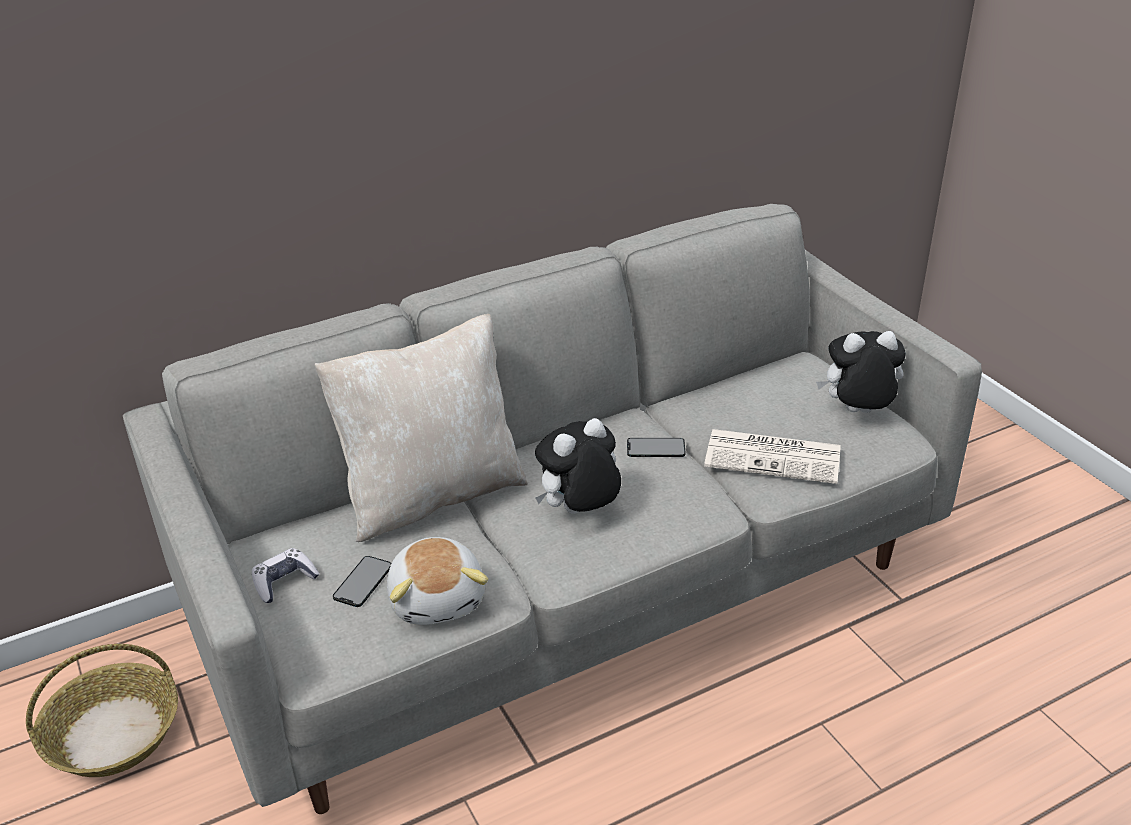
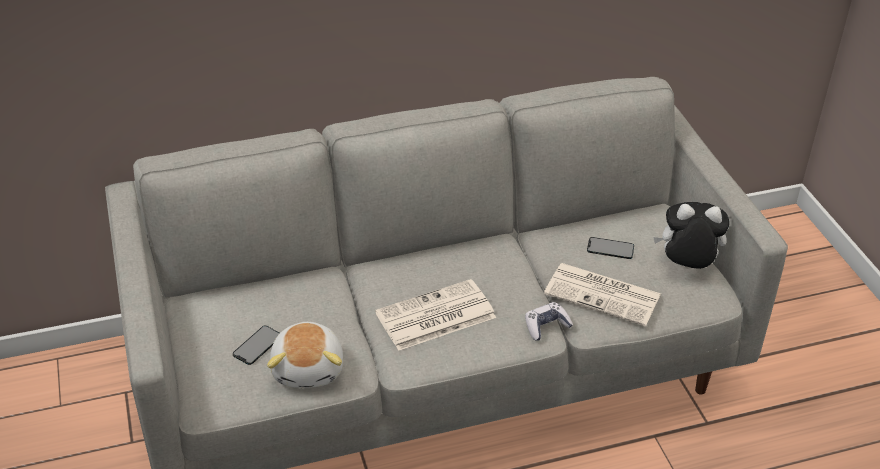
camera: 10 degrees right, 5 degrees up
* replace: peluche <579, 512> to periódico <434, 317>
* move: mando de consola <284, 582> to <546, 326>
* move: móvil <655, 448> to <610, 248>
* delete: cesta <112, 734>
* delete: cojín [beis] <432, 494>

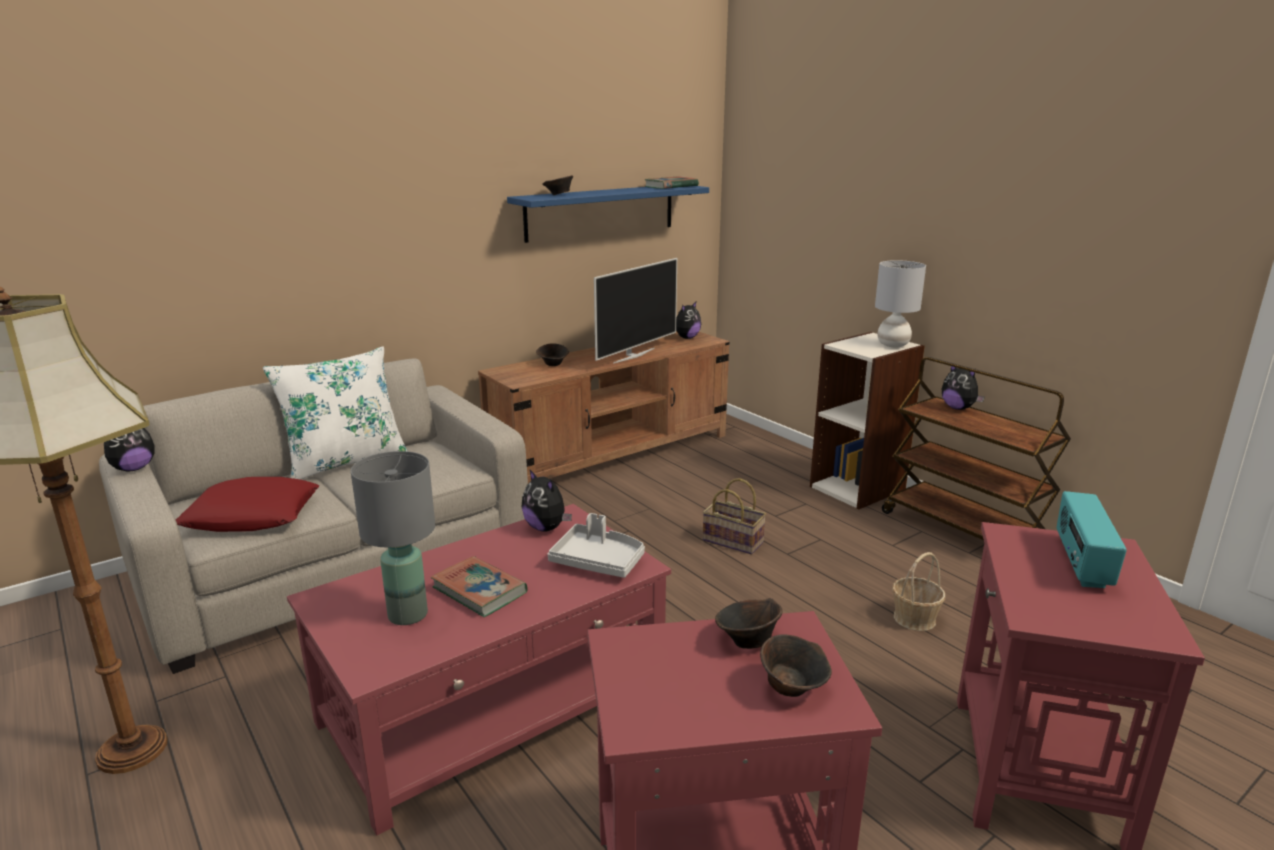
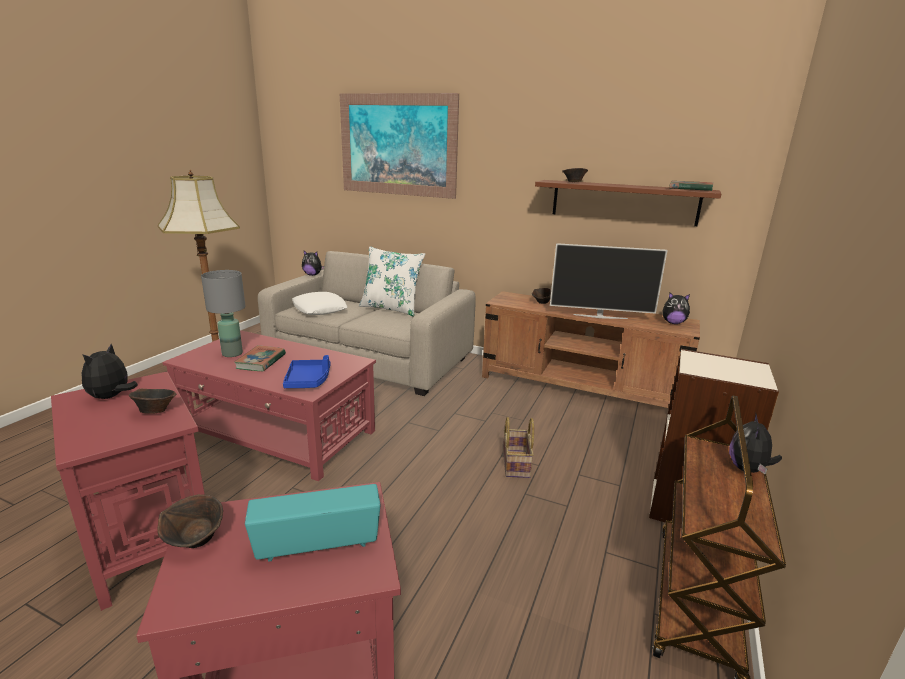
camera: 60 degrees right, 0 degrees up
* move: peluche <546, 528> to <111, 397>
* move: cuenco [marrón] <792, 688> to <196, 541>
* recolor: bandeja [gris] <598, 561> to bandeja [azul] <308, 380>
* recolor: cojín [rojo] <251, 515> to cojín [blanco] <319, 309>
* insert: cuadro <397, 145>
* recolor: estante [azul] <601, 212> to estante [marrón] <624, 202>
* delete: lámpara de mesa [gris] <893, 345>
* delete: cesta <914, 618>

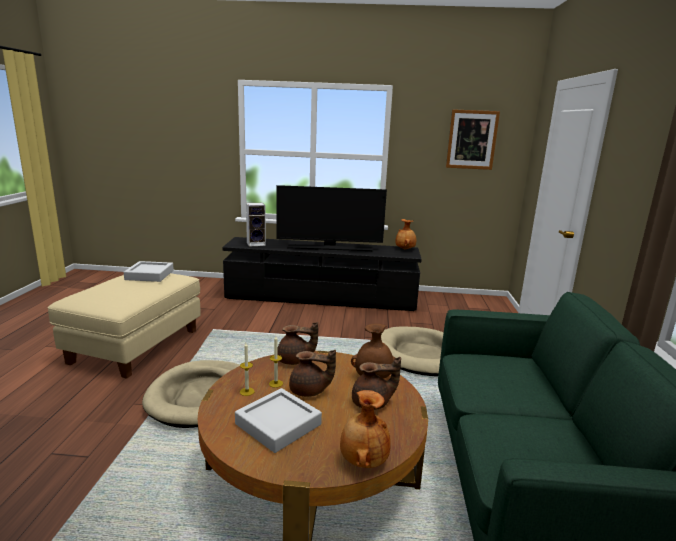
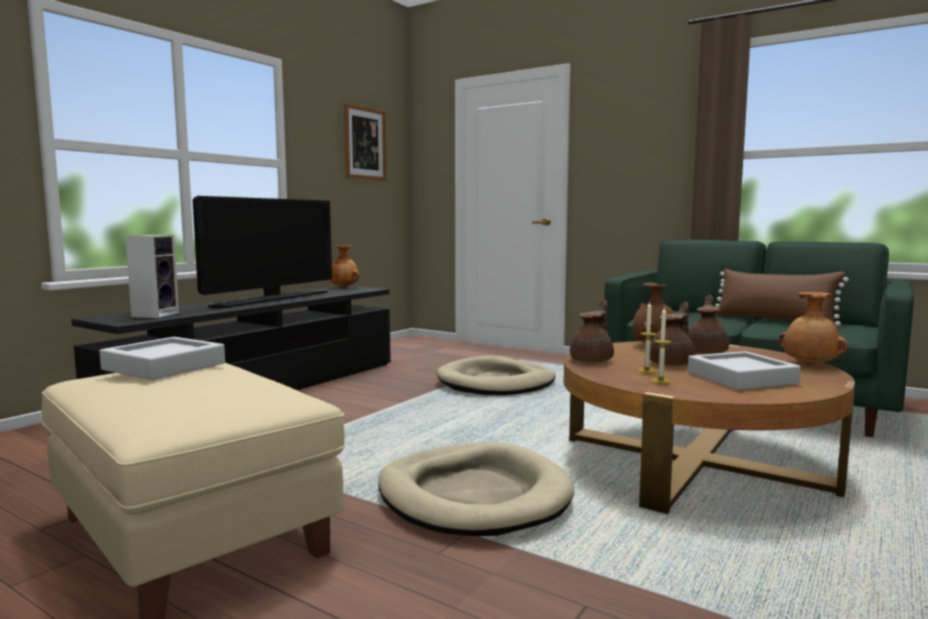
camera: 60 degrees left, 10 degrees down
* insert: cojín [marrón] <774, 320>

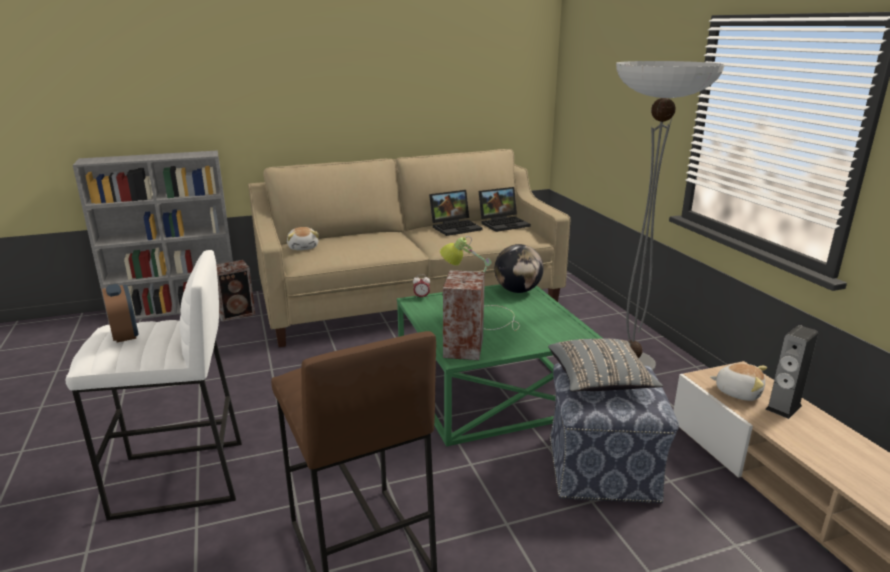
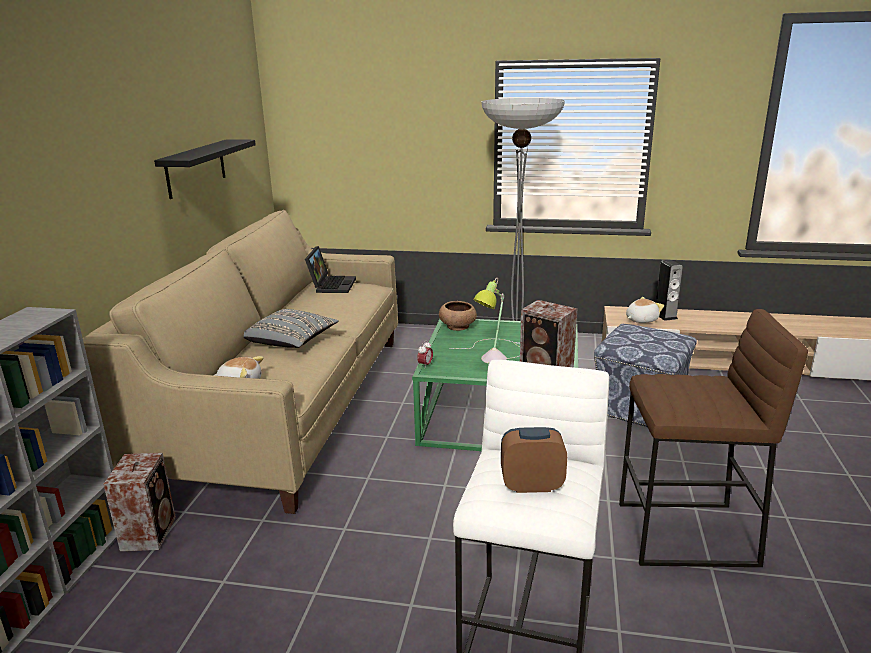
camera: 60 degrees left, 0 degrees up
* insert: estante [negro] <196, 168>
* move: cojín [gris] <599, 381> to <291, 342>
* replace: globo terráqueo <517, 291> to cuenco [marrón] <458, 326>
* delete: portátil <456, 227>

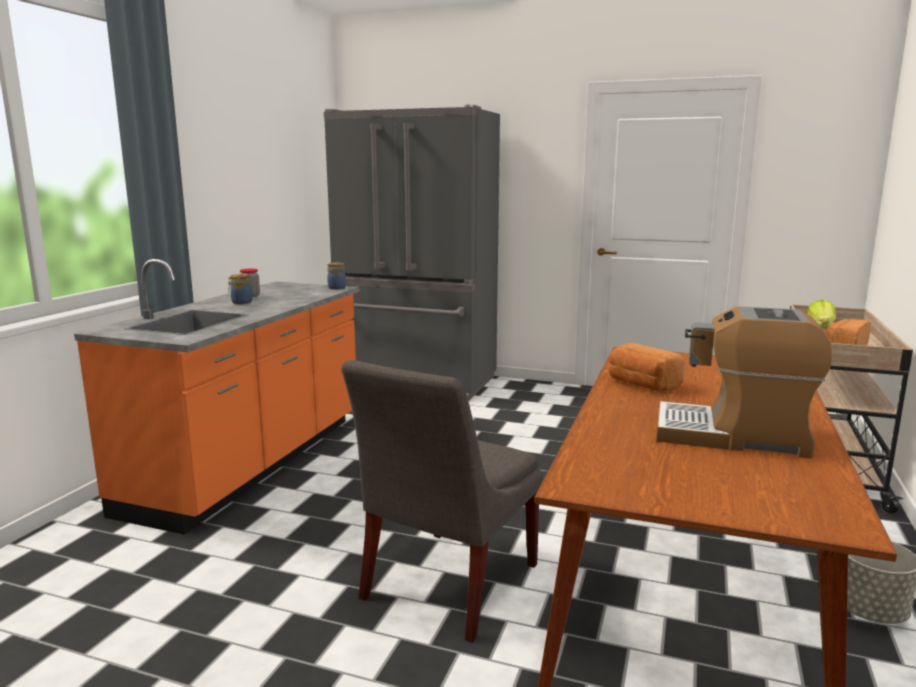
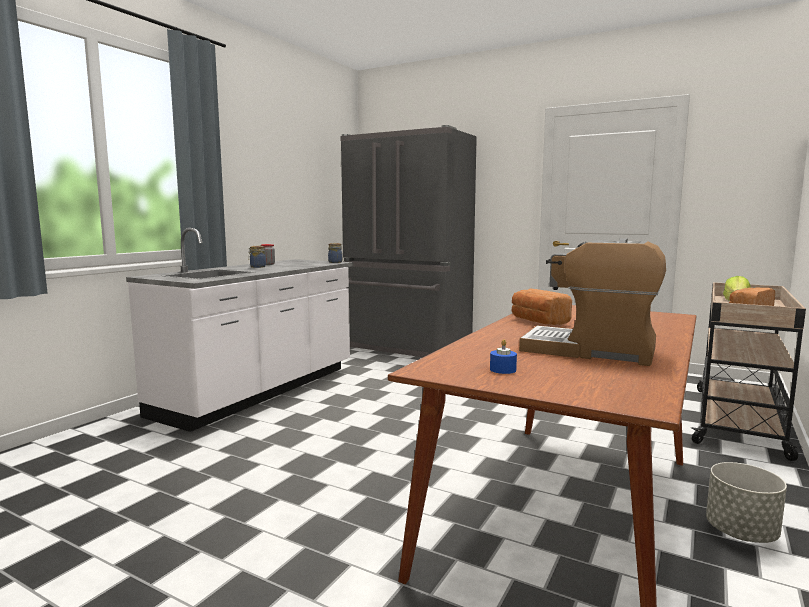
camera: 10 degrees right, 5 degrees down
* recolor: mueble bajo de cocina [naranja] <253, 463> to mueble bajo de cocina [blanco] <260, 391>
* insert: vela [azul] <503, 370>
* delete: silla [gris] <445, 585>

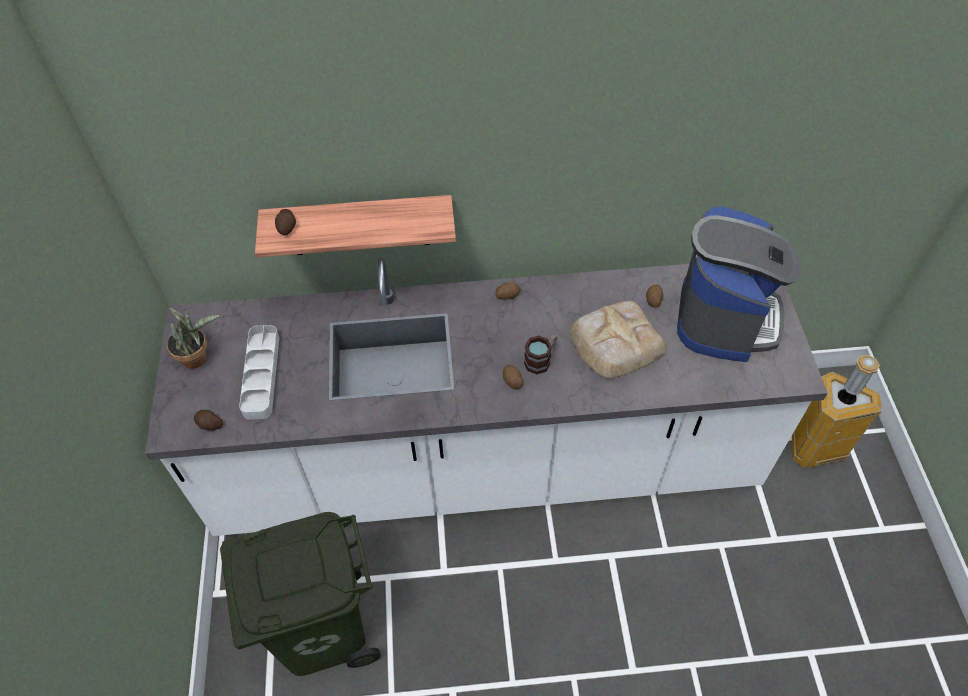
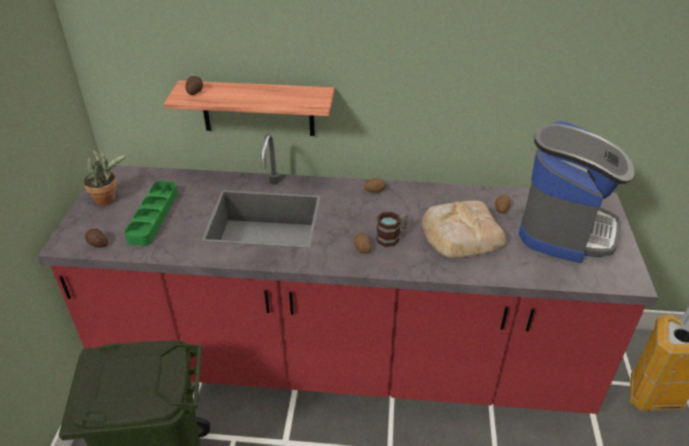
camera: 10 degrees right, 15 degrees down
* recolor: mueble bajo de cocina [blanco] <486, 463> to mueble bajo de cocina [rojo] <344, 360>
* recolor: bandeja [gris] <261, 374> to bandeja [verde] <153, 216>

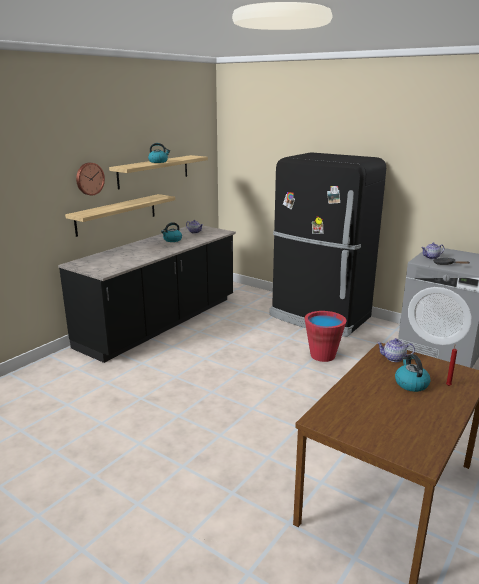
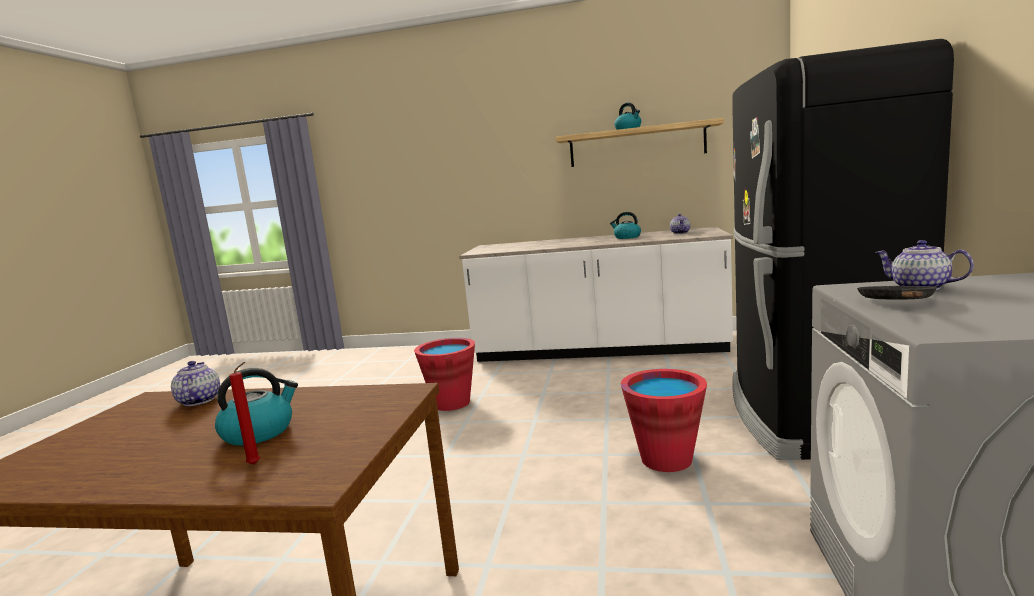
camera: 65 degrees right, 10 degrees down
* move: tetera <393, 358> to <198, 400>
* insert: cubo [rojo] <452, 403>
* recolor: mueble bajo de cocina [negro] <161, 322> to mueble bajo de cocina [blanco] <599, 349>
* delete: estante <116, 214>
* delete: reloj de pared <89, 178>

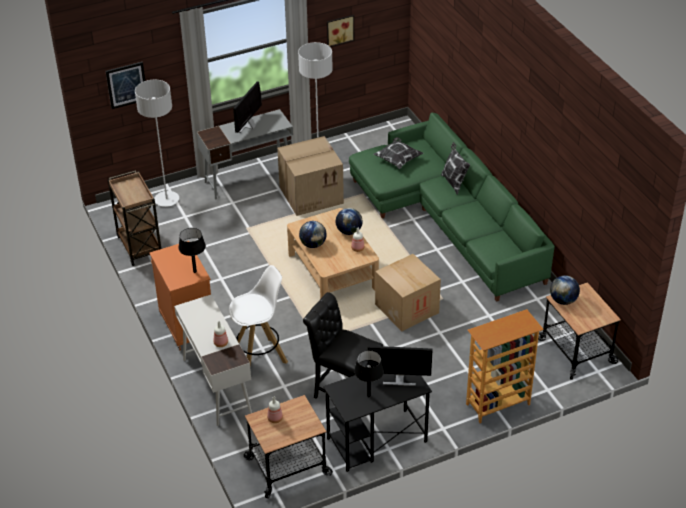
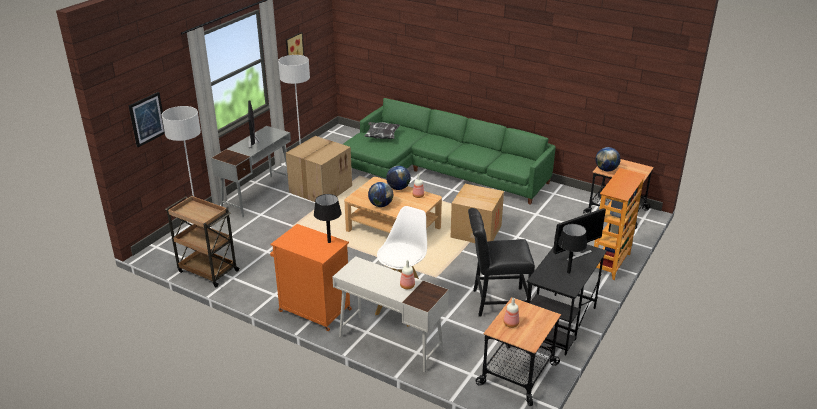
camera: 35 degrees left, 10 degrees down
* delete: cojín <454, 182>

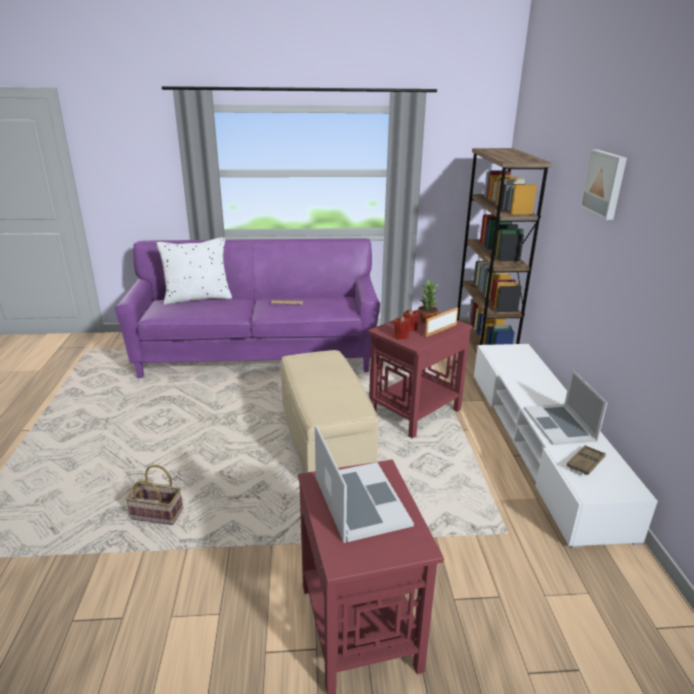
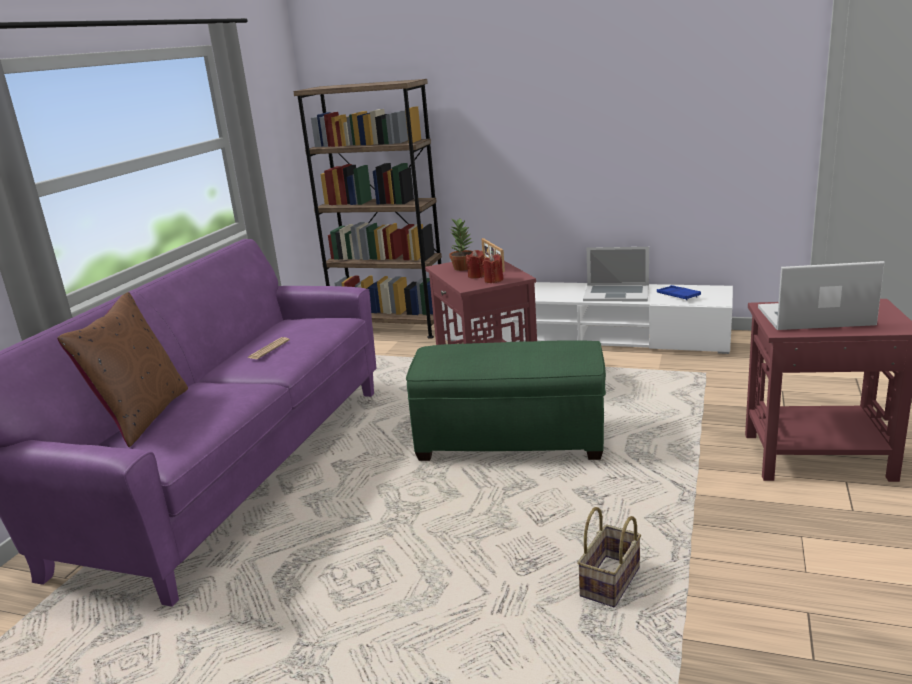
camera: 65 degrees left, 5 degrees down
* recolor: cojín [blanco] <197, 298> to cojín [marrón] <142, 416>
* recolor: puf [beis] <326, 441> to puf [verde] <511, 440>
* recolor: bandeja [marrón] <585, 463> to bandeja [azul] <678, 296>
* delete: cuadro <605, 183>

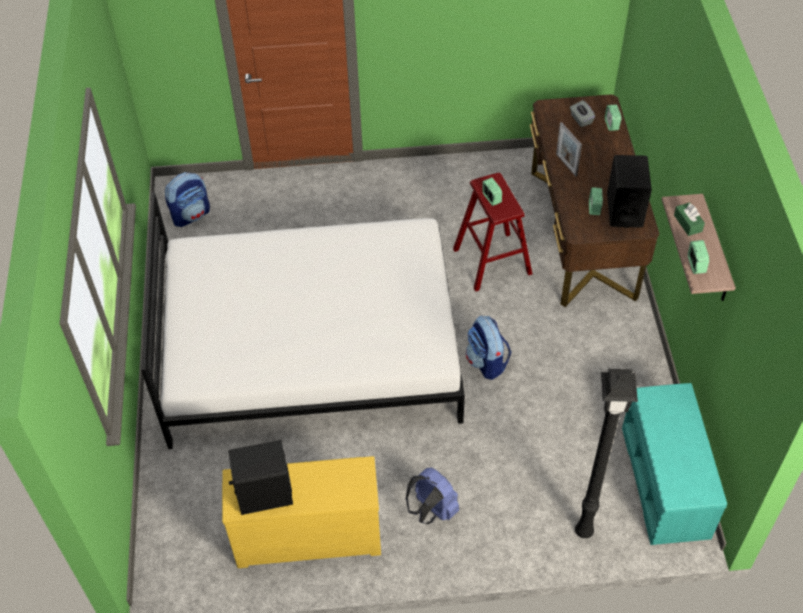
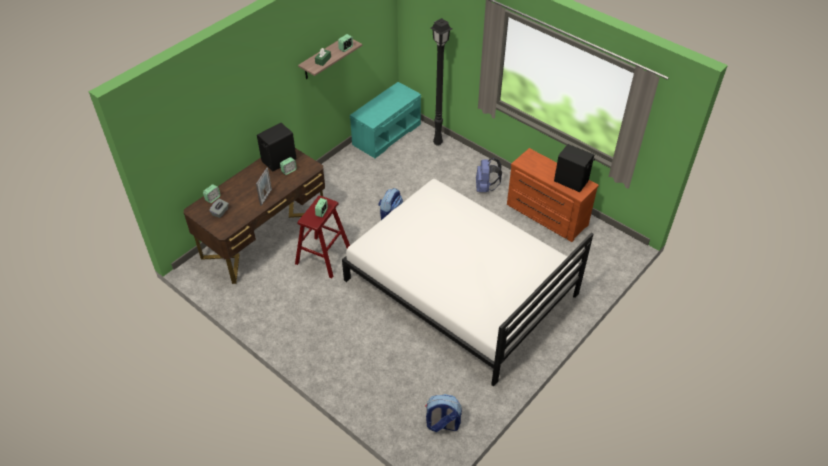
camera: 135 degrees left, 5 degrees down
* recolor: cómoda [amarillo] <308, 533> to cómoda [marrón] <545, 216>

